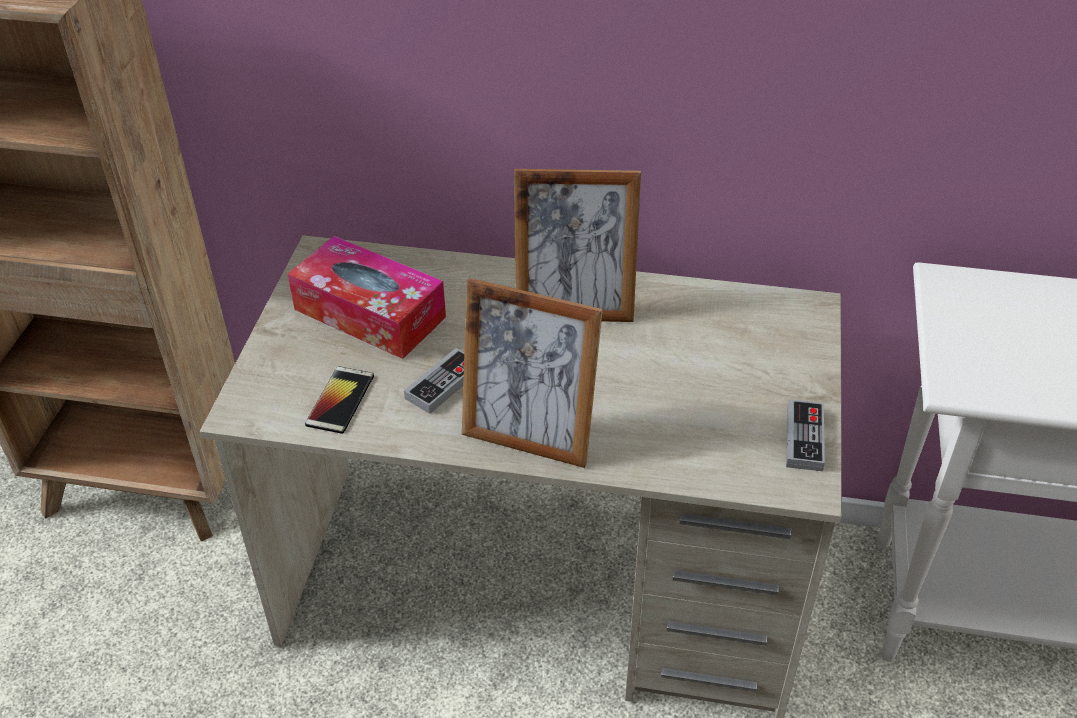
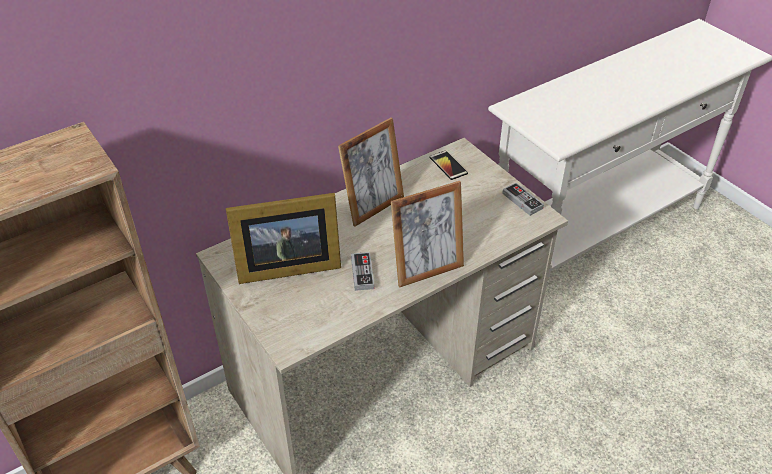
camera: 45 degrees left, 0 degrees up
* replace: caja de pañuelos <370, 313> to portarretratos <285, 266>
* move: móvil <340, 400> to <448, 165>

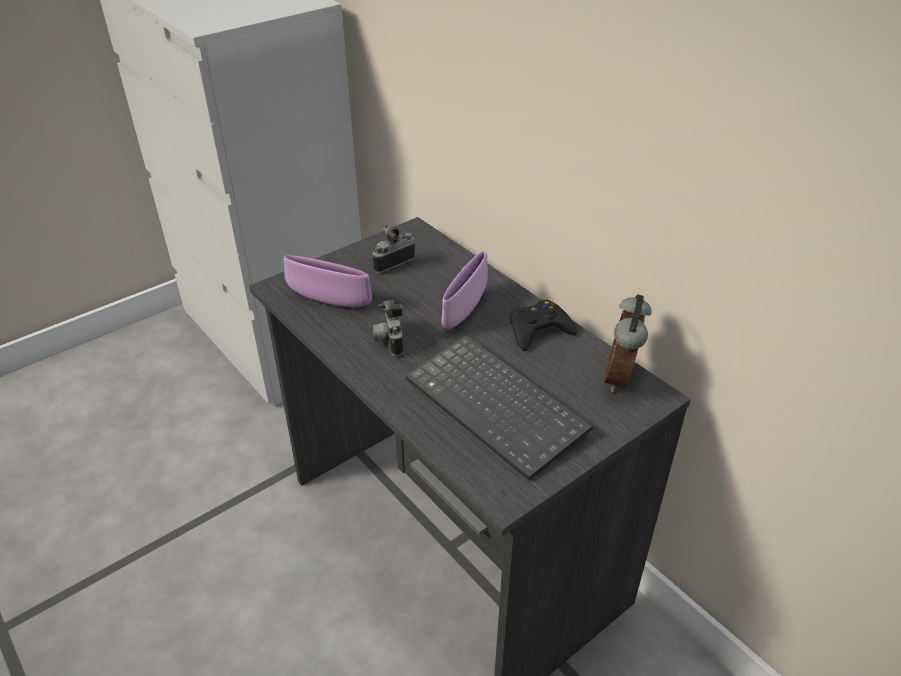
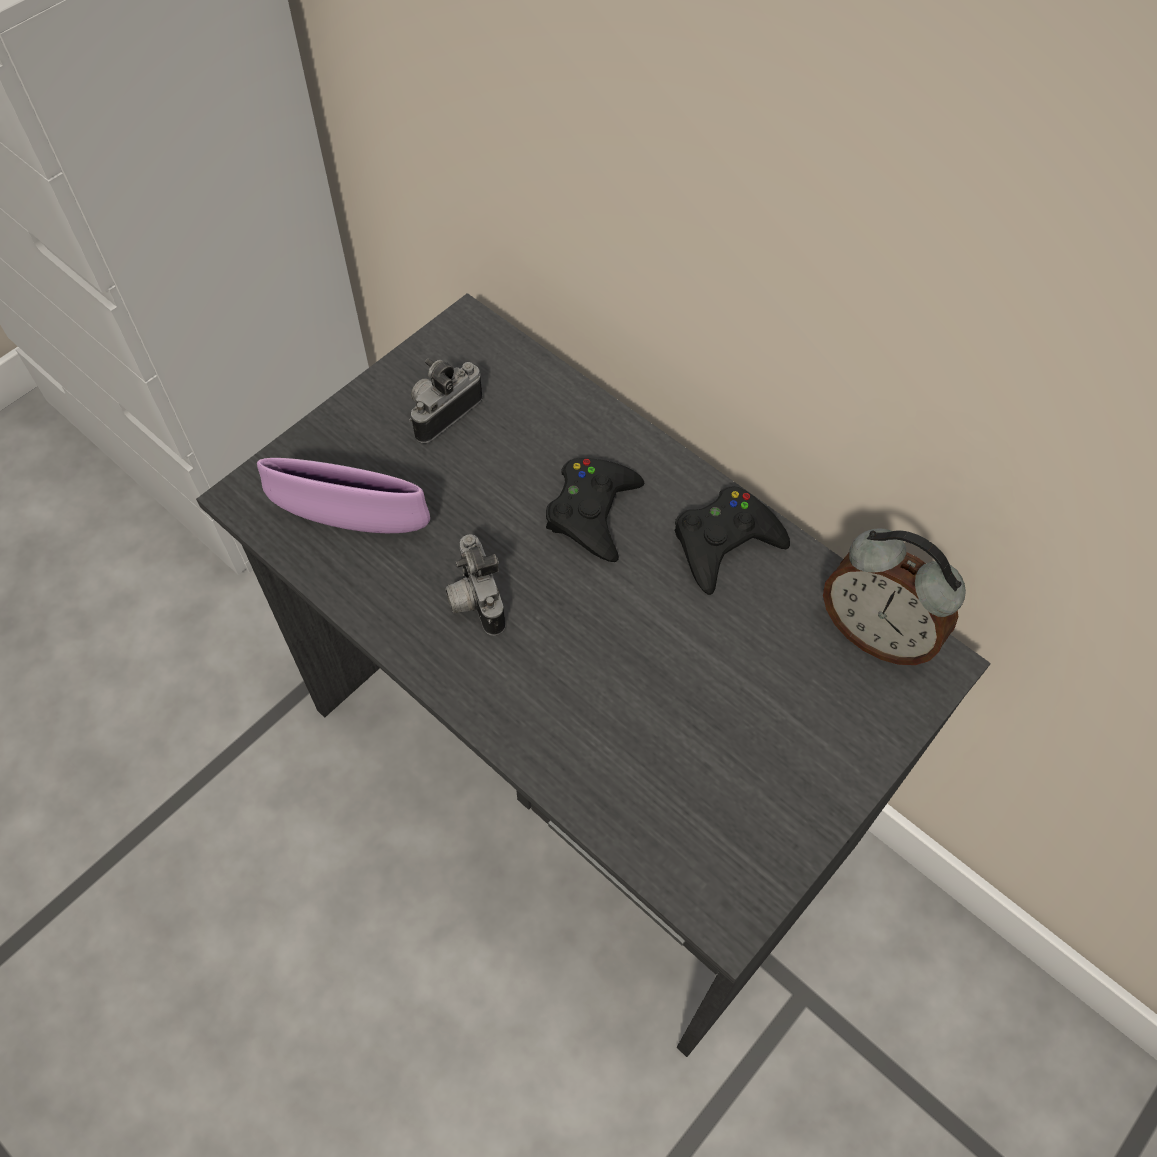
camera: 10 degrees left, 20 degrees up
* replace: cuenco [morado] <465, 310> to mando de consola [negro] <592, 512>
* rotate: despertador <621, 378> = <875, 633> 60 degrees counterclockwise
* delete: teclado <499, 406>

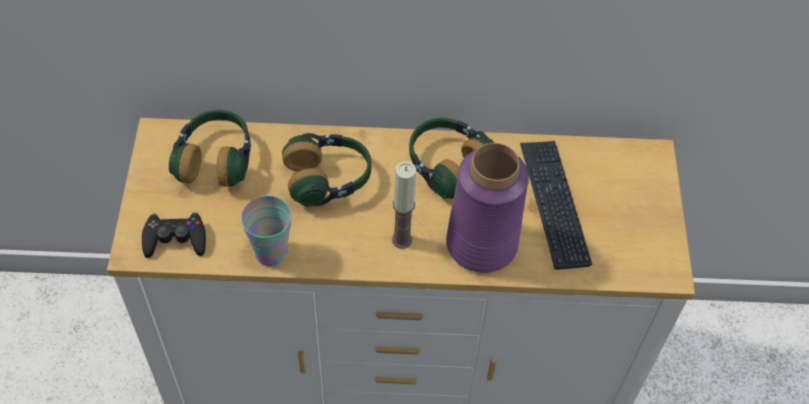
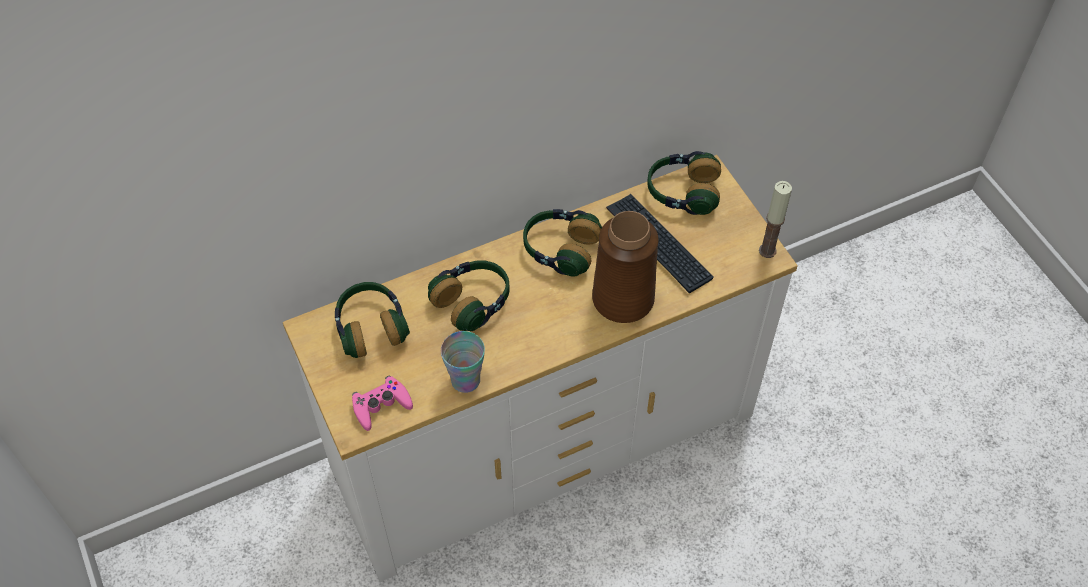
camera: 25 degrees left, 0 degrees up
* recolor: mando de consola [negro] <175, 239> to mando de consola [rosa] <381, 405>
* recolor: florero [morado] <481, 244> to florero [marrón] <622, 299>
* insert: auriculares <682, 193>
* move: vela <402, 239> to <767, 250>

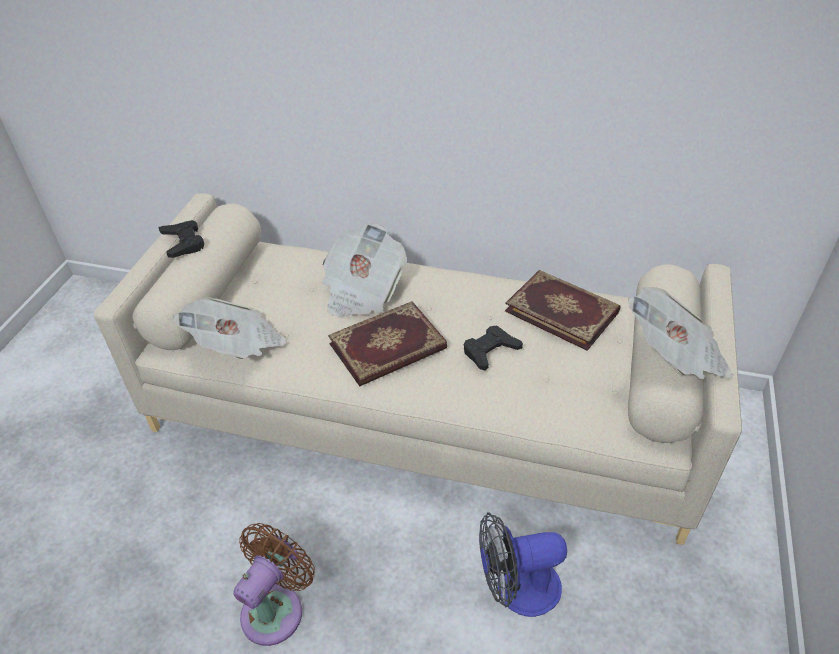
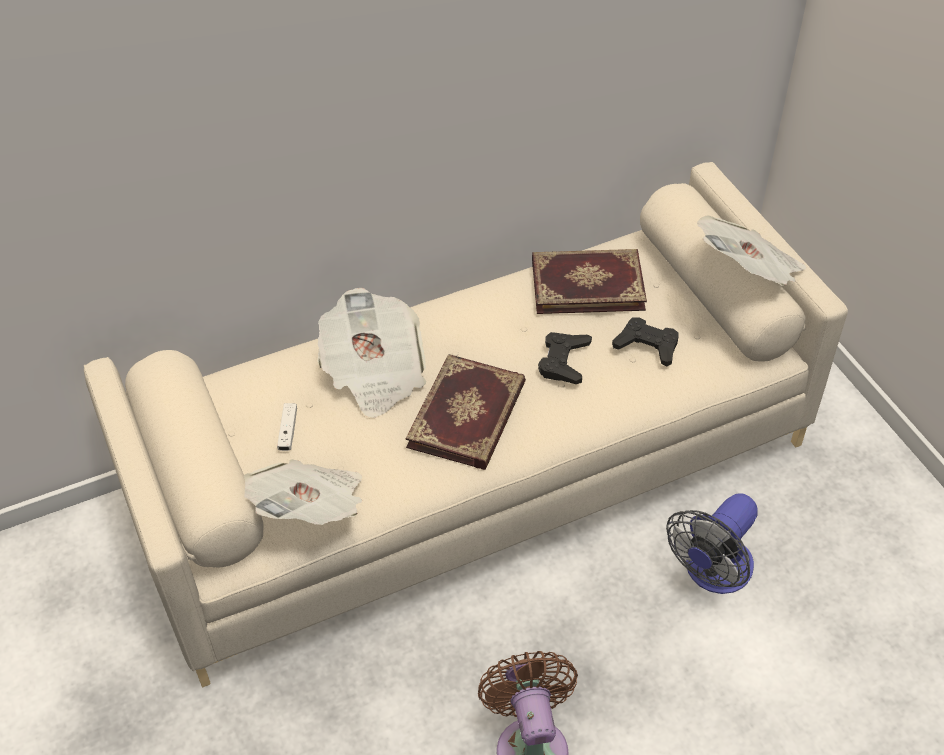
camera: 40 degrees left, 5 degrees up
* insert: mando de consola [blanco] <288, 431>
* move: mando de consola [negro] <183, 242> to <647, 345>

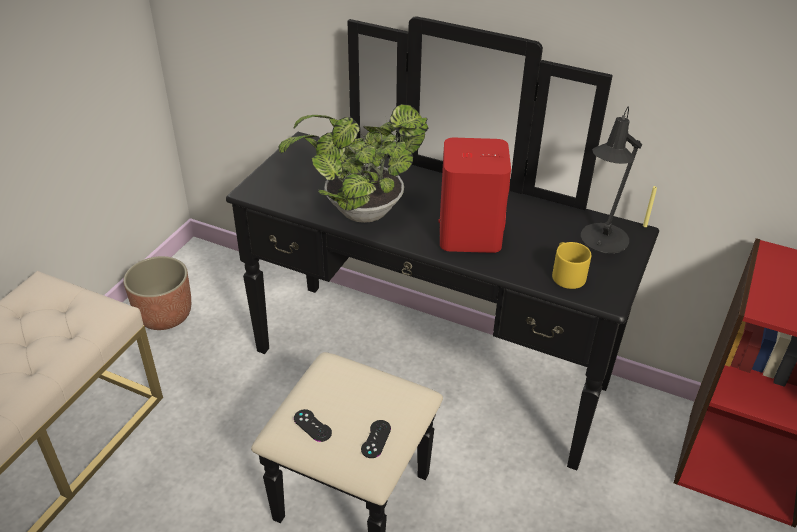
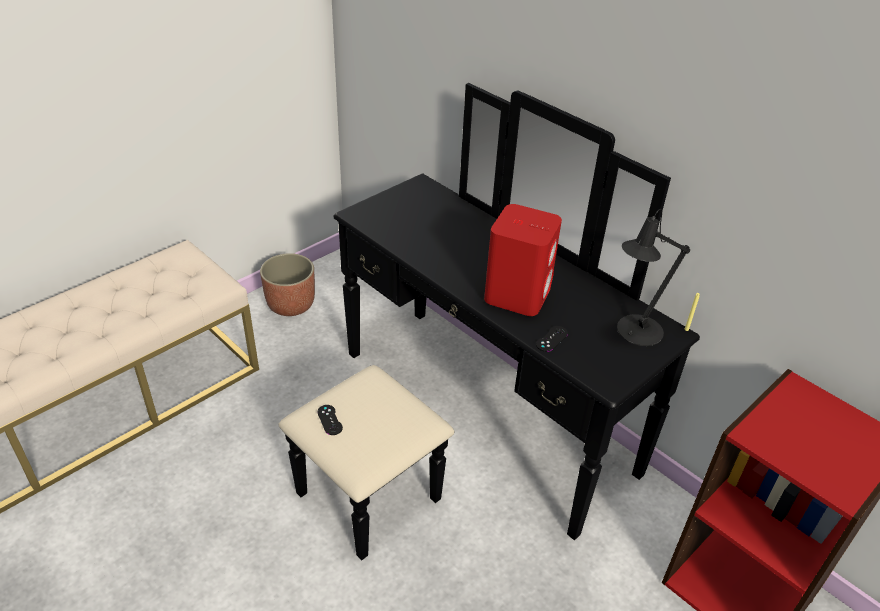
camera: 20 degrees right, 0 degrees up
* move: mando de consola [negro] <376, 439> to <551, 339>
* delete: planta en maceta <358, 213>
* delete: taza grande [amarillo] <565, 274>

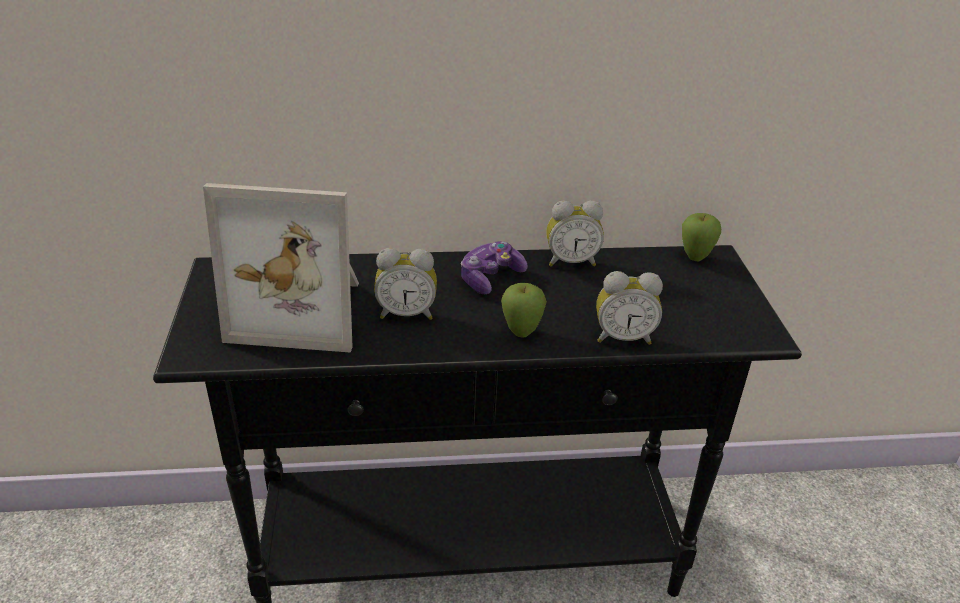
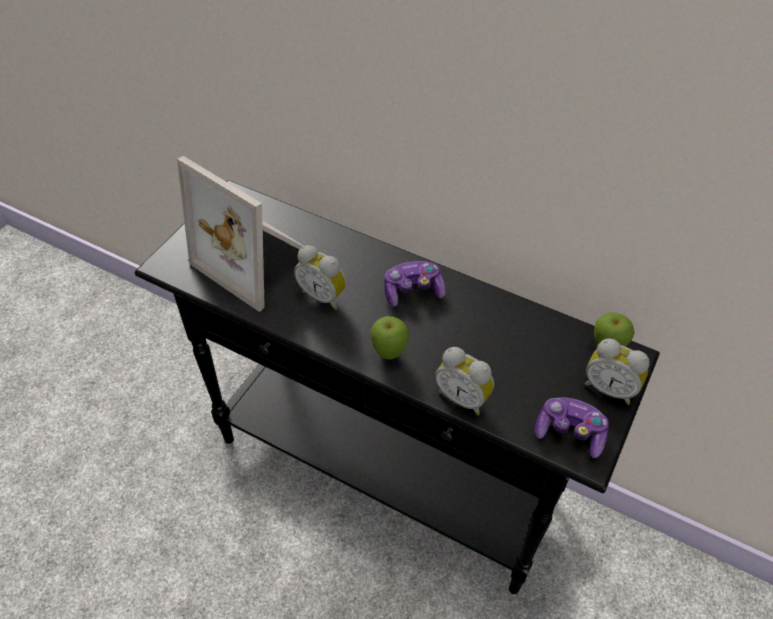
camera: 35 degrees right, 15 degrees up
* insert: mando de consola <570, 432>
* move: despertador <571, 261> to <609, 388>

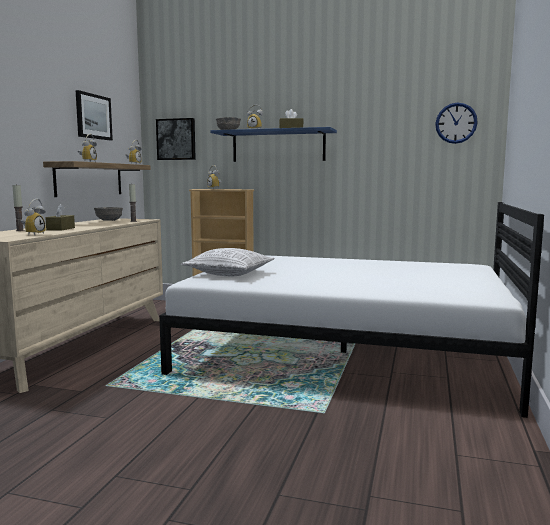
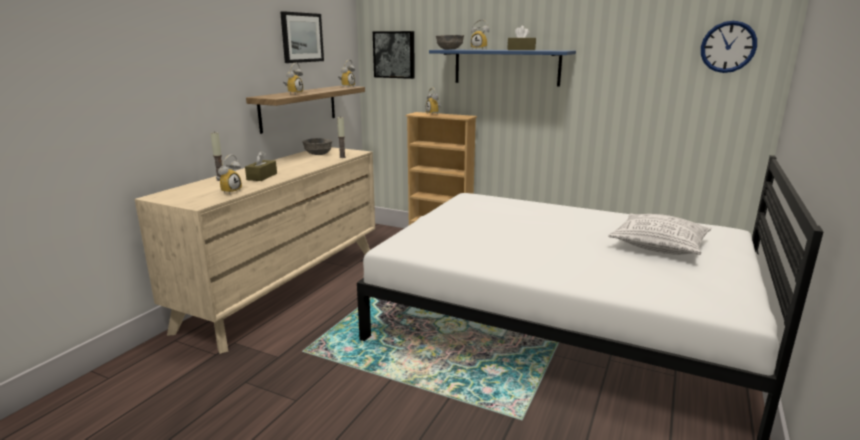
camera: 10 degrees right, 10 degrees up
* move: cojín <229, 274> to <659, 246>

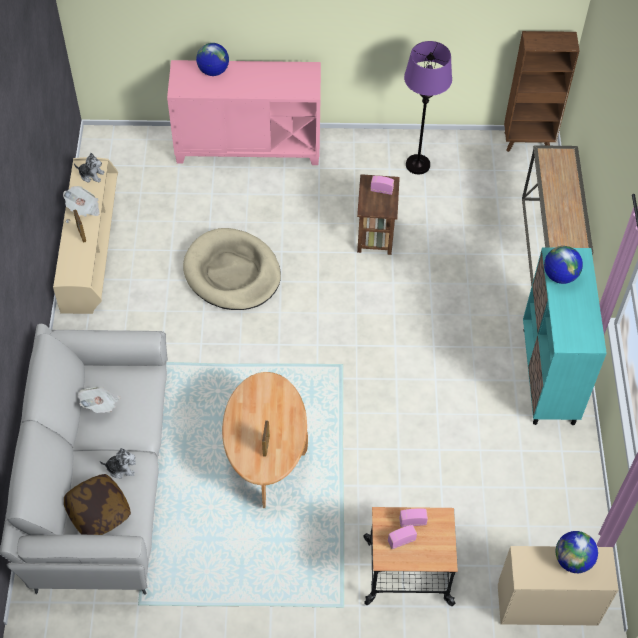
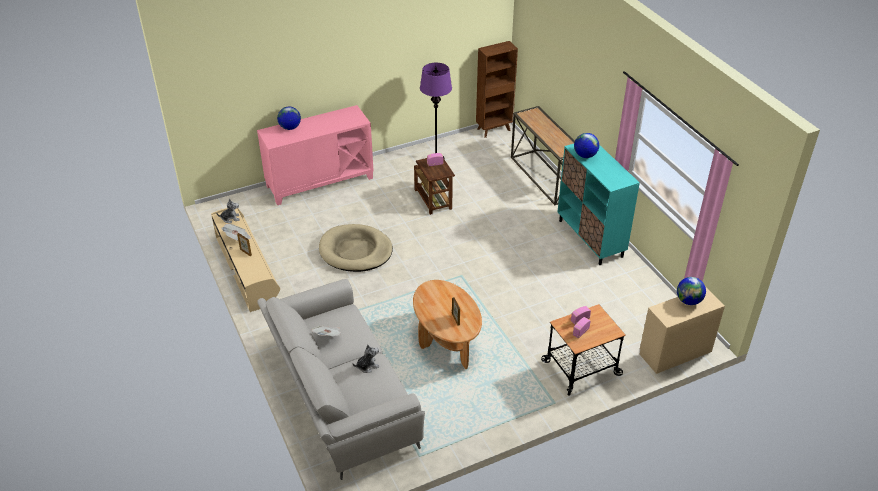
camera: 25 degrees left, 15 degrees down
* delete: cojín <98, 511>

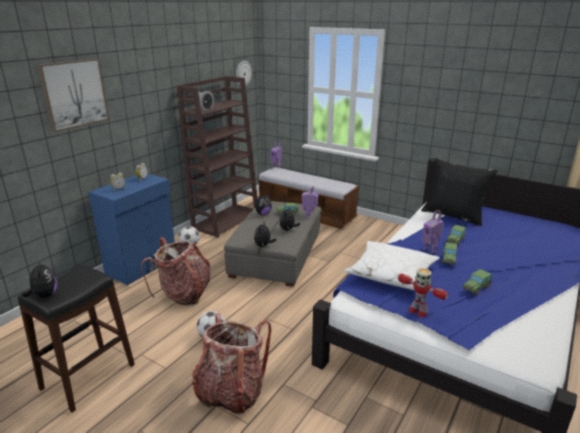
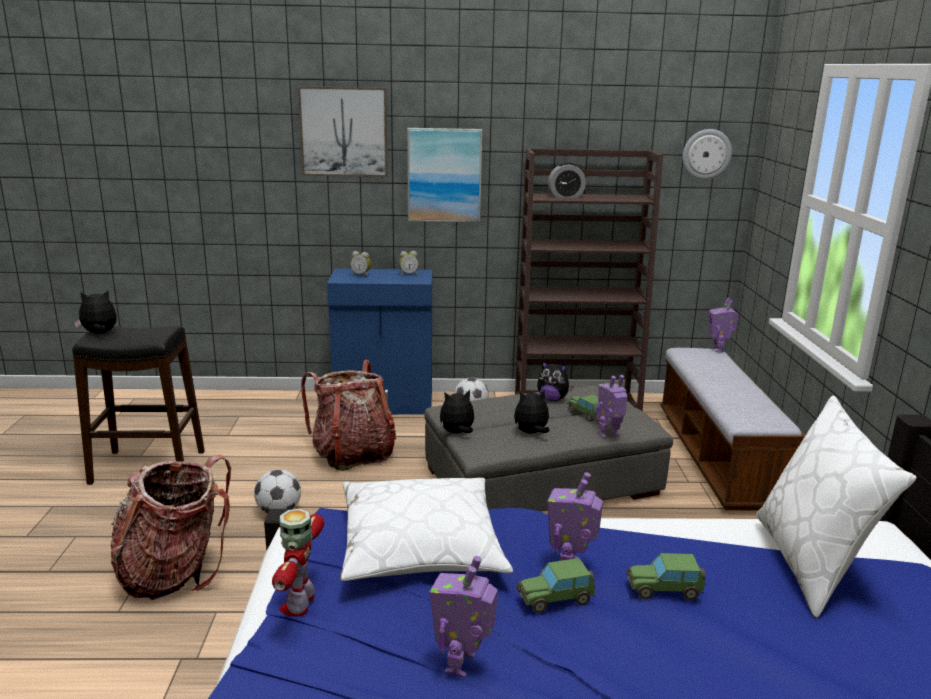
camera: 55 degrees right, 5 degrees down
* rotate: peluche <44, 296> = <99, 333> 135 degrees counterclockwise
* insert: cuadro <444, 175>
* replace: coche de juguete <476, 288> to robot de juguete <462, 664>
* recolor: cojín [negro] <453, 215> to cojín [blanco] <811, 563>

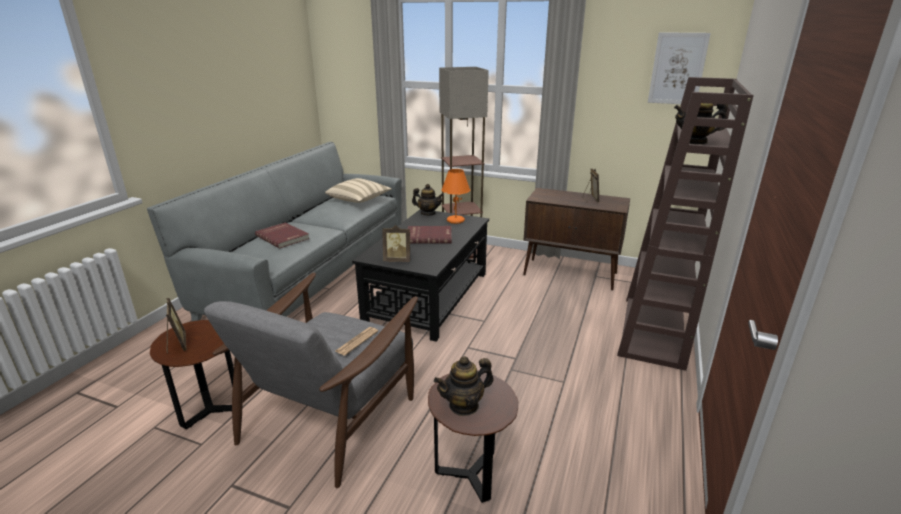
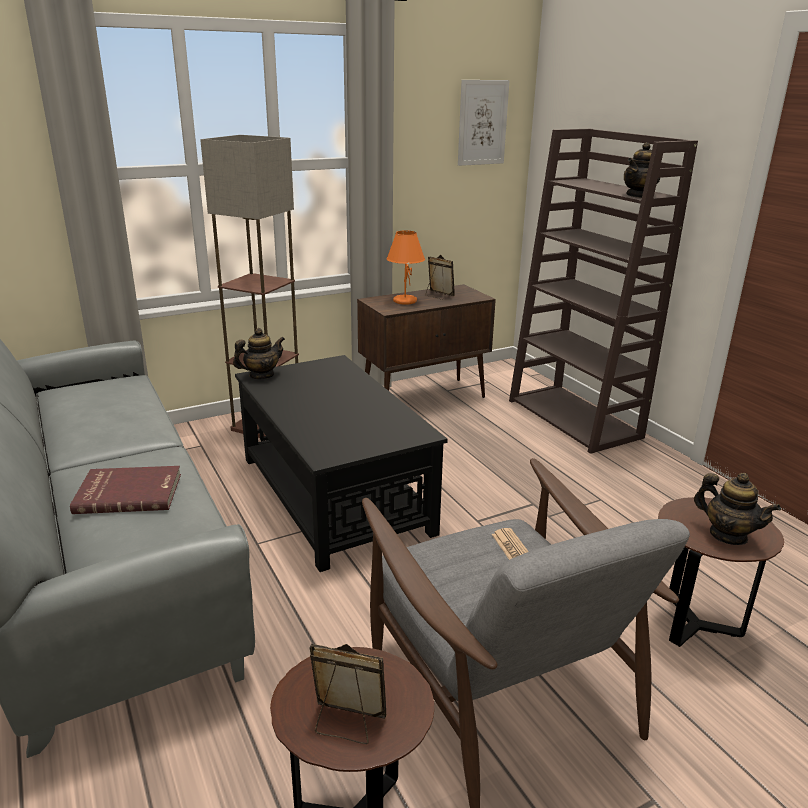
camera: 50 degrees left, 0 degrees up
* move: lámpara de mesa [naranja] <455, 220> to <404, 301>
* rotate: tetera <464, 405> = <728, 535> 60 degrees counterclockwise
* delete: cojín [beis] <359, 200>
* delete: portarretratos <397, 260>
* delete: libro [rojo] <429, 236>

